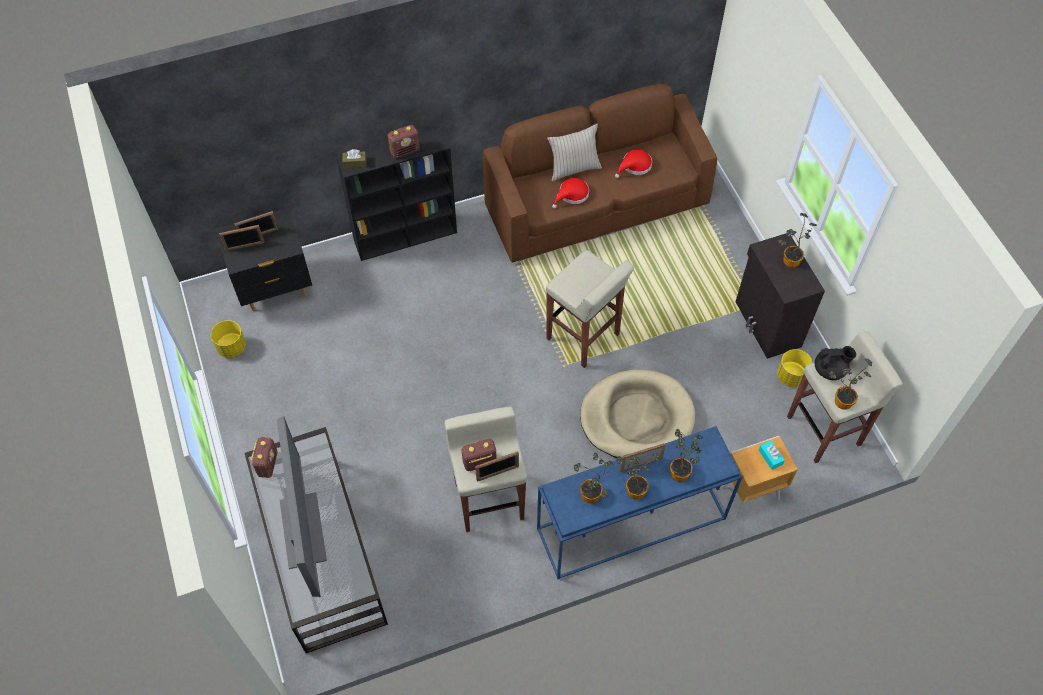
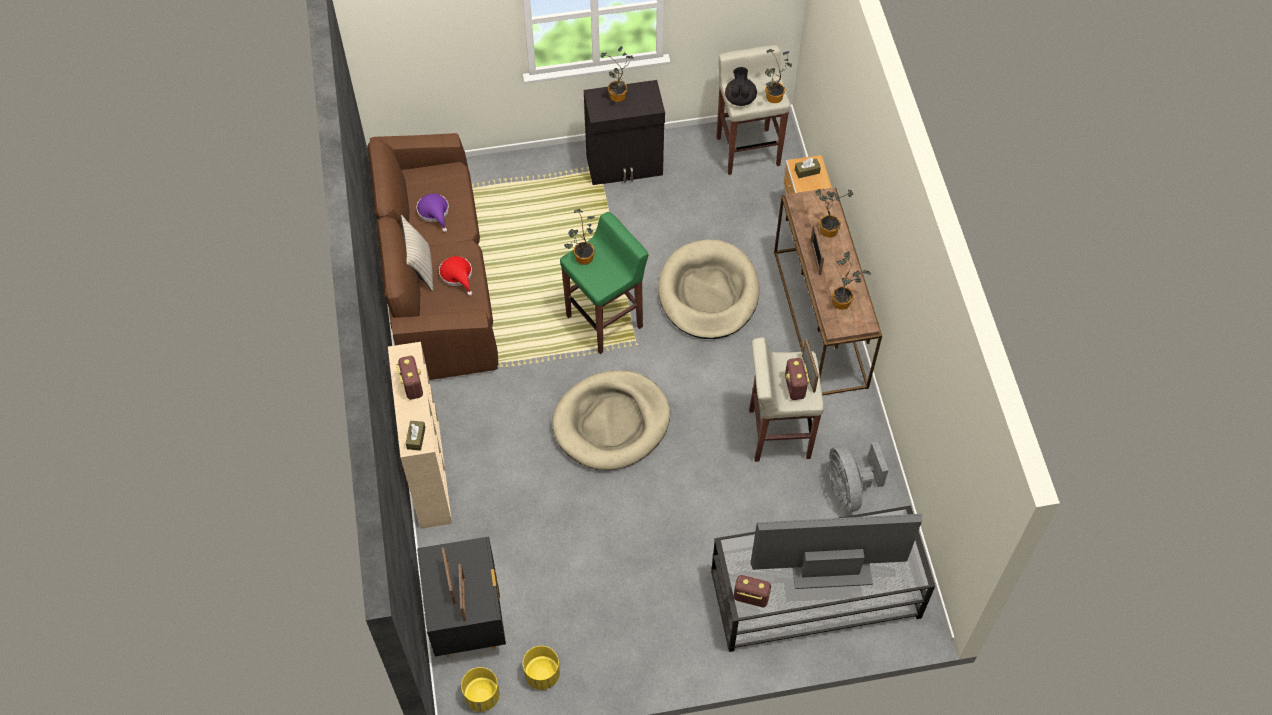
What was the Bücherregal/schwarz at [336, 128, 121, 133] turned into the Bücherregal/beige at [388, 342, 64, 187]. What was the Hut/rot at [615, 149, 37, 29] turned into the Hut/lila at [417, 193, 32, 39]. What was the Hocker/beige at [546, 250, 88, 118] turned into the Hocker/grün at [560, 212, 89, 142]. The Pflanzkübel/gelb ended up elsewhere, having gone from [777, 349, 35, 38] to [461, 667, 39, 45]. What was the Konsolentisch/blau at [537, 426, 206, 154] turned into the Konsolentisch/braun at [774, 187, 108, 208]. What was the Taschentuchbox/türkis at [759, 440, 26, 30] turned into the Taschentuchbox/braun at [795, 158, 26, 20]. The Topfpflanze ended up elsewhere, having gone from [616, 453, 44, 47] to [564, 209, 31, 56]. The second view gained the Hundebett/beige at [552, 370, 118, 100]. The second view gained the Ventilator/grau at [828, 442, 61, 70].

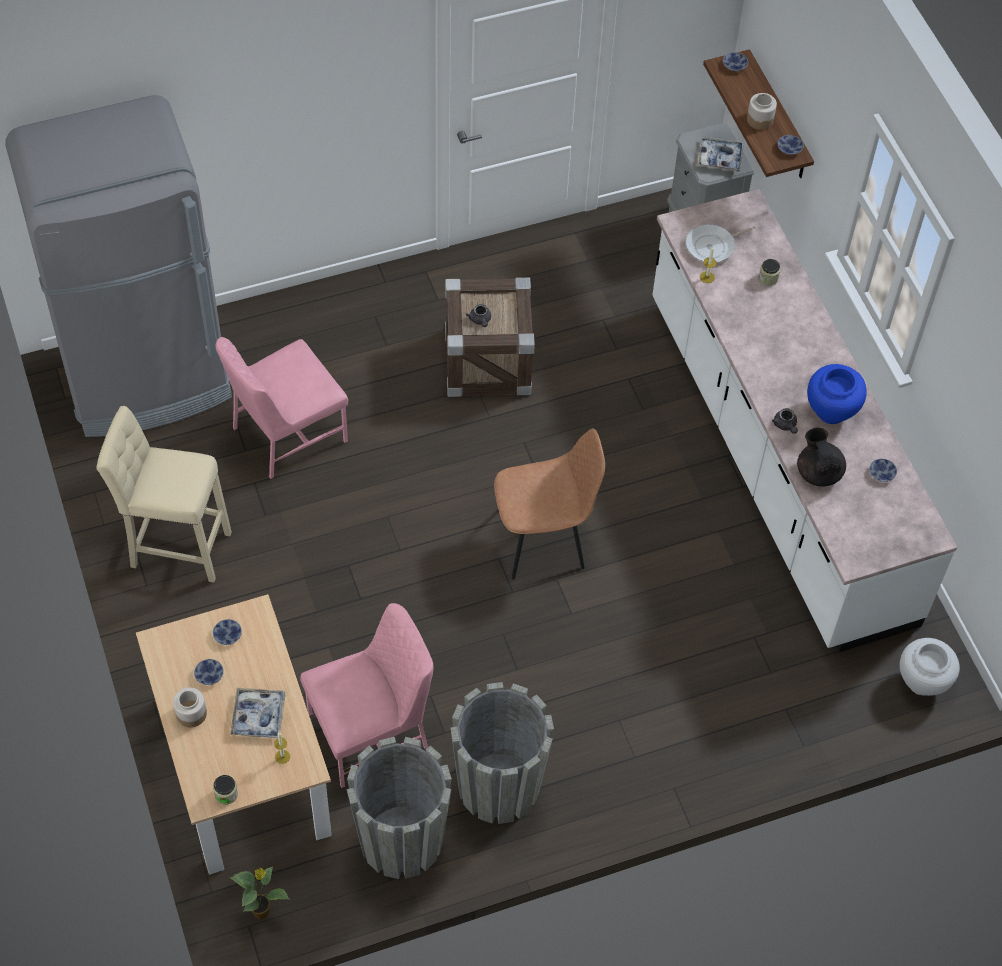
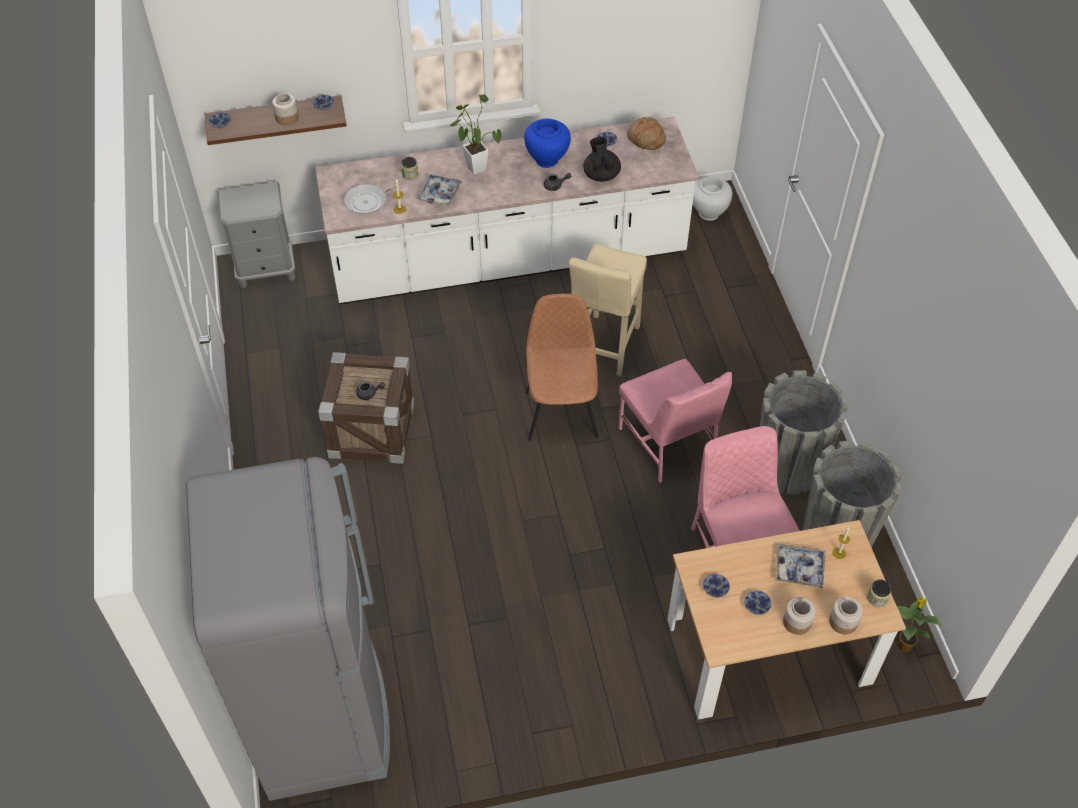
The Tablett ended up elsewhere, having gone from [697, 137, 47, 35] to [416, 174, 46, 32]. The Pfanne at [686, 224, 70, 39] ended up facing another way, 75 degrees clockwise from before. The Stuhl/rosa ended up elsewhere, having gone from [215, 337, 133, 142] to [618, 359, 114, 124]. The Hocker/beige ended up elsewhere, having gone from [96, 406, 136, 177] to [569, 244, 78, 132]. The Teekanne/schwarz at [797, 427, 49, 60] ended up facing another way, 90 degrees clockwise from before. The second view gained the Topfpflanze at [450, 94, 51, 80]. The second view gained the Brot at [627, 117, 39, 33]. The second view gained the Vorratsglas at [829, 597, 34, 37].

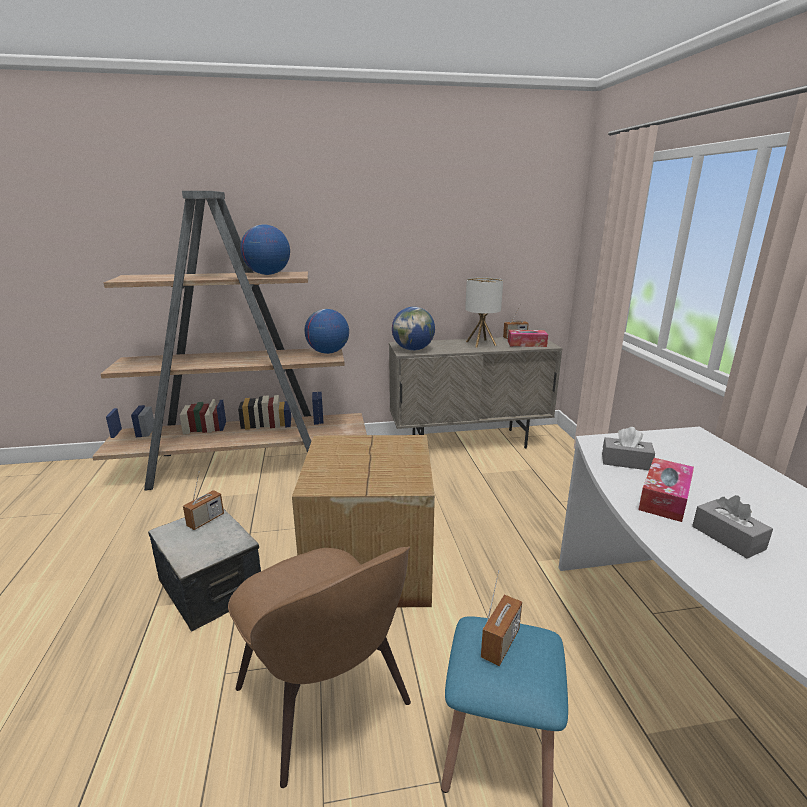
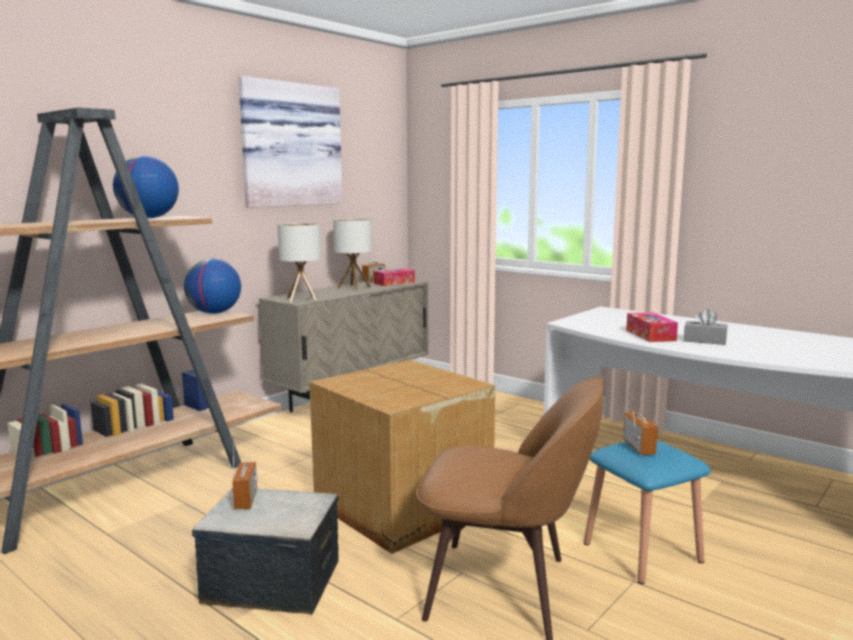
Where the Globus stood at [392, 307, 43, 44], the Tischlampe came to stand at [277, 223, 44, 79]. The second view lost the Taschentuchbox/grau at [602, 427, 53, 43]. The second view gained the Bild at [238, 76, 104, 132].

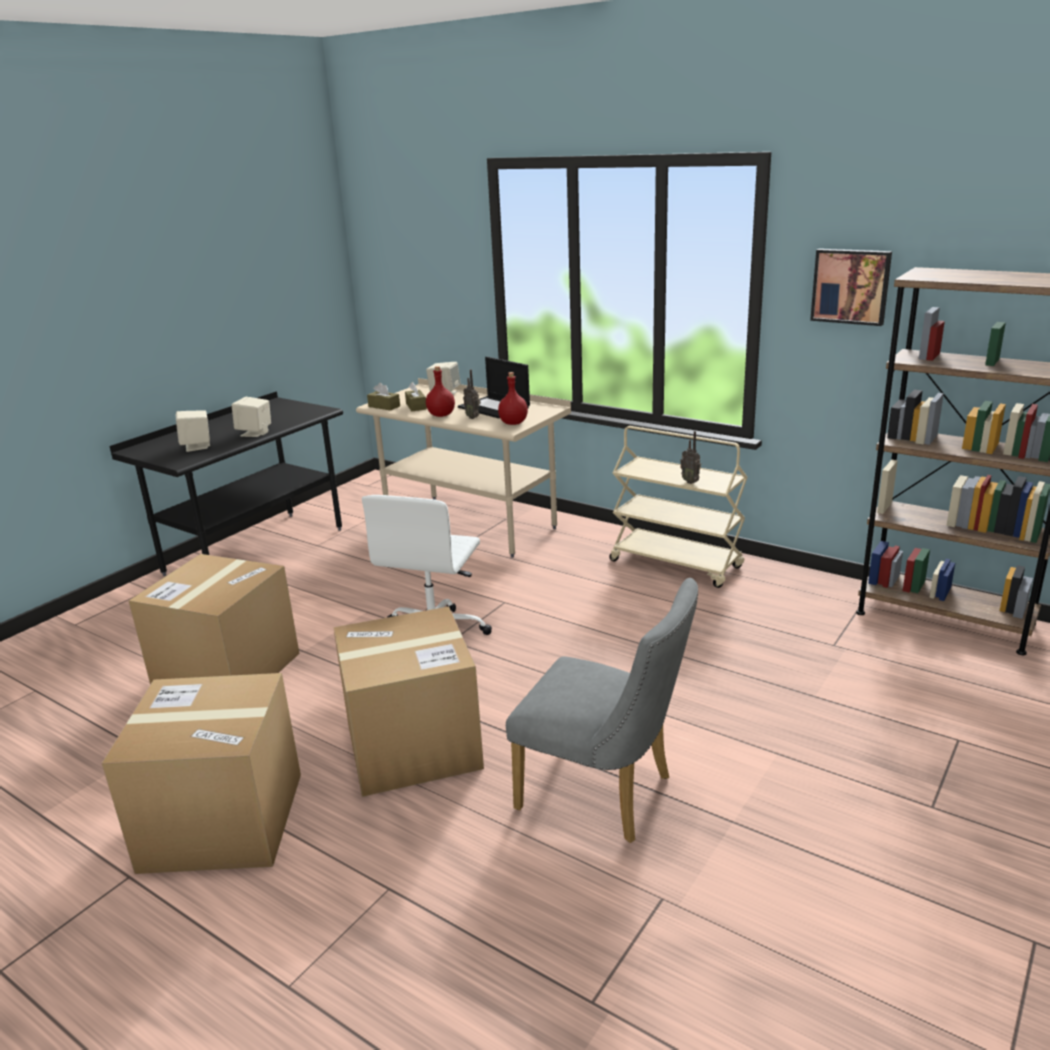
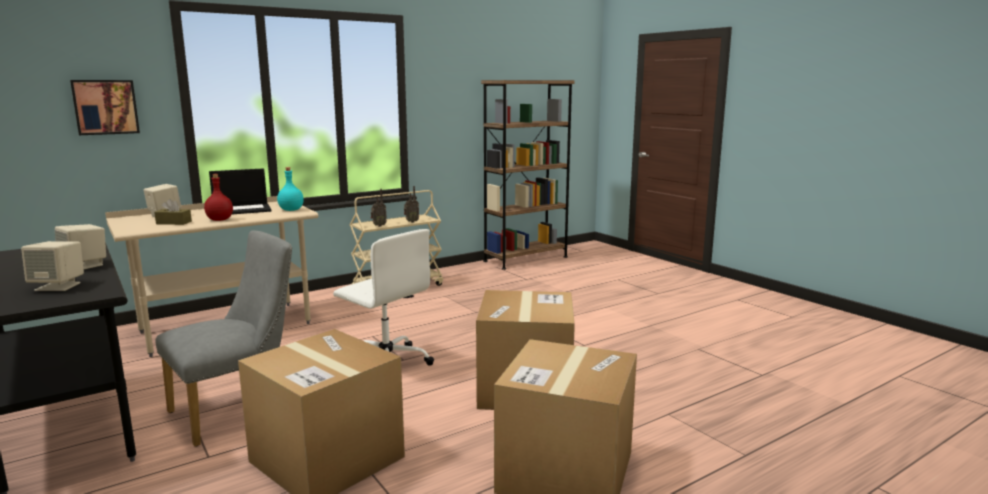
The Bild ended up elsewhere, having gone from [810, 249, 82, 77] to [70, 80, 70, 55]. The Radio ended up elsewhere, having gone from [463, 369, 18, 50] to [371, 189, 16, 38]. What was the Flasche/rot at [498, 372, 30, 53] turned into the Flasche/türkis at [277, 167, 27, 44]. The second view lost the Taschentuchbox/braun at [367, 383, 33, 28]. The Stuhl/grau ended up elsewhere, having gone from [506, 578, 192, 265] to [155, 231, 137, 216].

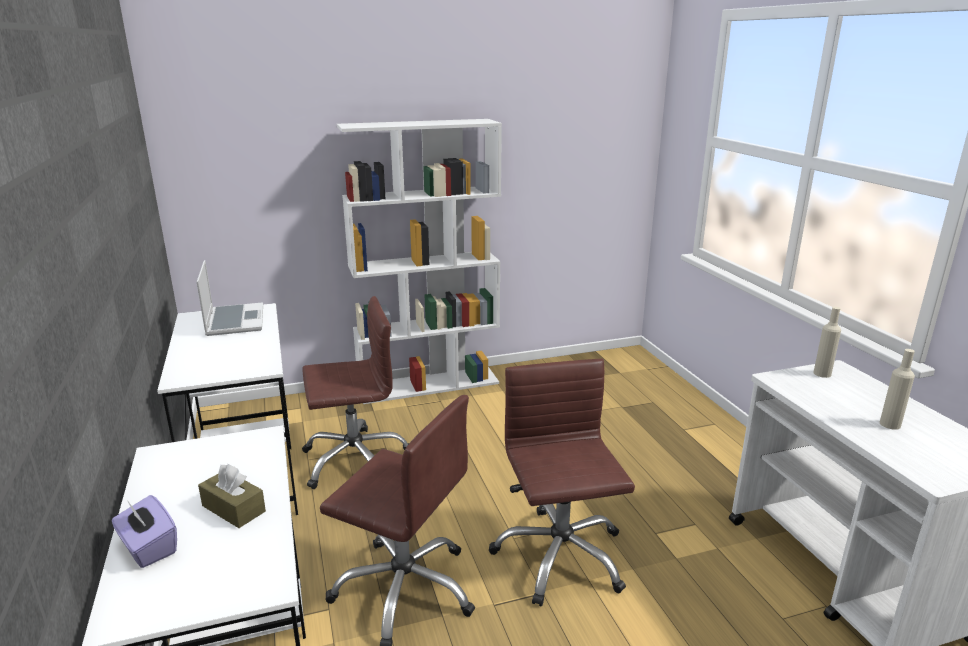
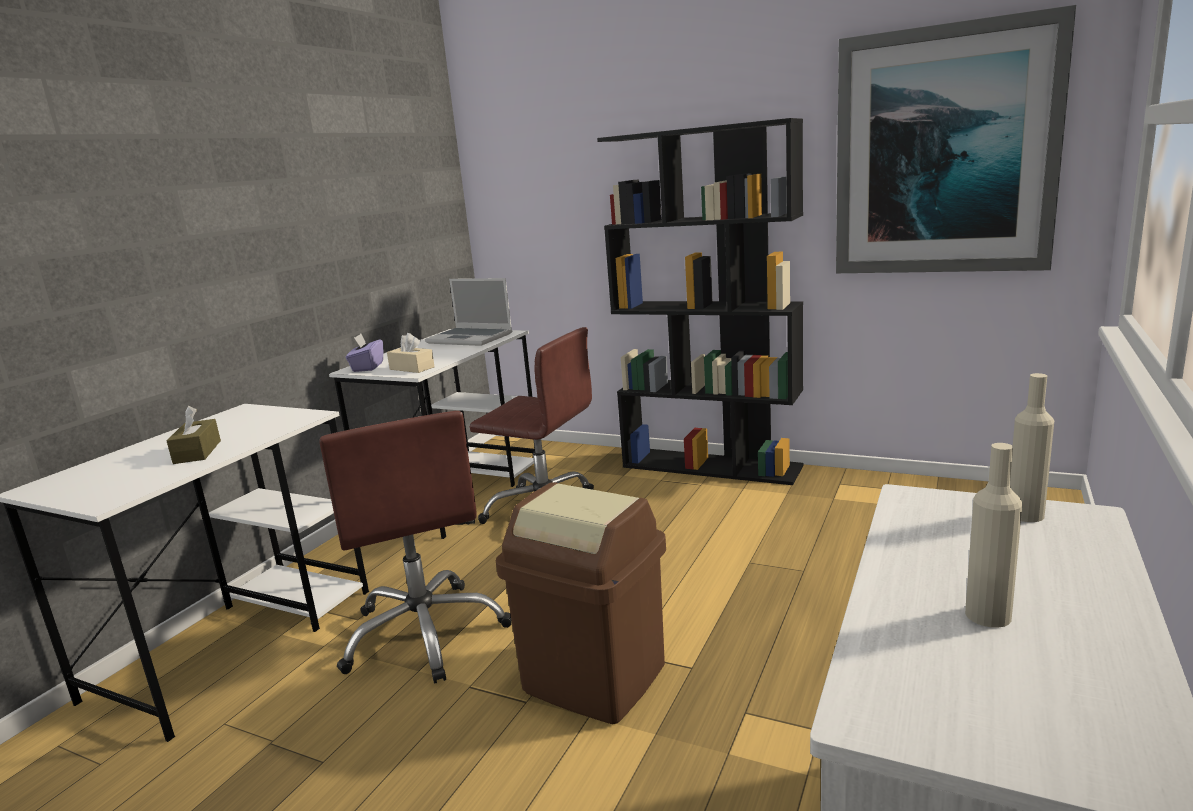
What was the Bücherregal/weiß at [337, 119, 165, 285] turned into the Bücherregal/schwarz at [597, 118, 206, 367]. The Laptop at [196, 260, 67, 76] ended up facing another way, 90 degrees clockwise from before. Where the Bürostuhl/braun stood at [489, 359, 146, 247], the Mülleimer/braun came to stand at [496, 482, 170, 242]. The Taschentuchbox/lila ended up elsewhere, having gone from [112, 495, 65, 73] to [346, 334, 37, 38]. The second view gained the Bild at [836, 5, 240, 268]. The second view gained the Taschentuchbox/beige at [387, 333, 48, 40].

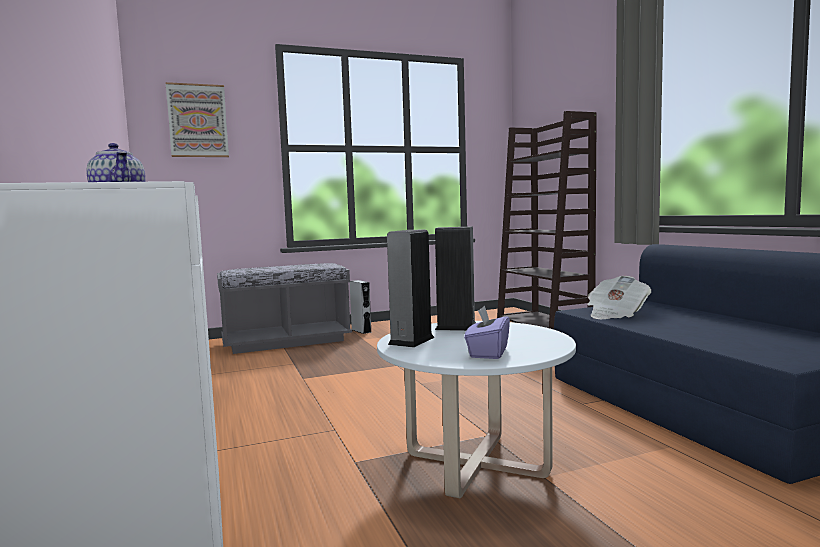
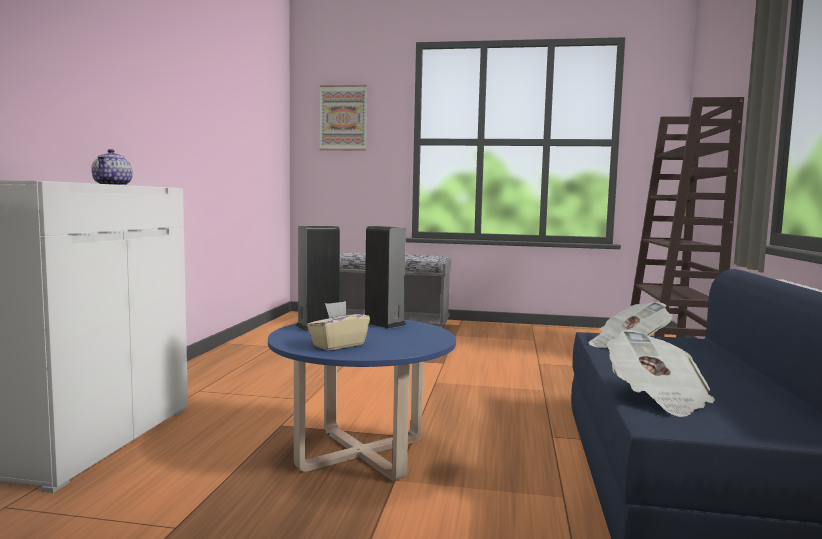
The second view lost the Lautsprecher/grau at [350, 280, 21, 54]. What was the Taschentuchbox/lila at [464, 305, 46, 54] turned into the Taschentuchbox/beige at [307, 301, 63, 50]. What was the Couchtisch/weiß at [377, 321, 199, 177] turned into the Couchtisch/blau at [268, 320, 188, 161]. The second view gained the Zeitung at [607, 330, 108, 87].

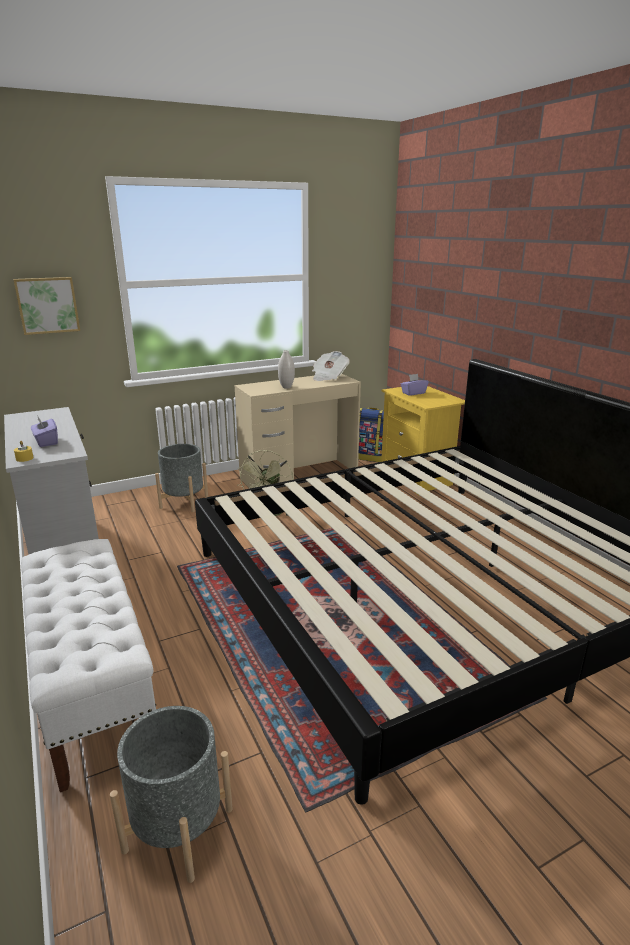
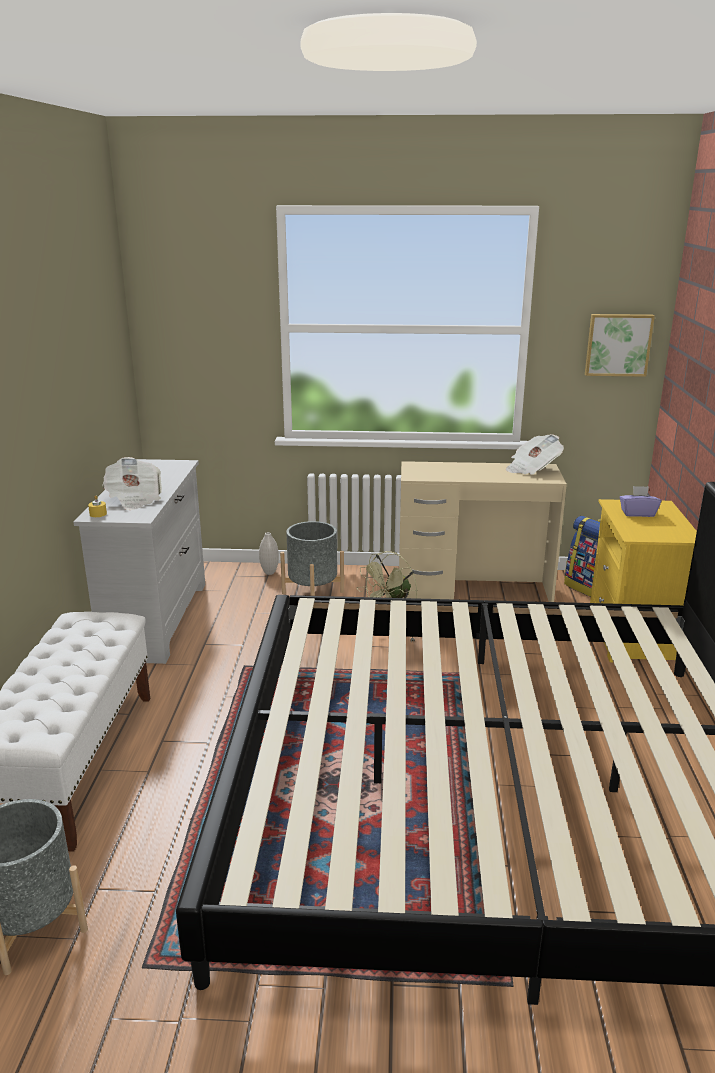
The Bild ended up elsewhere, having gone from [13, 277, 67, 58] to [585, 314, 70, 63]. The Vase/weiß ended up elsewhere, having gone from [278, 350, 17, 39] to [259, 532, 20, 43]. Where the Taschentuchbox/lila stood at [31, 415, 27, 32], the Zeitung came to stand at [102, 457, 60, 53].

